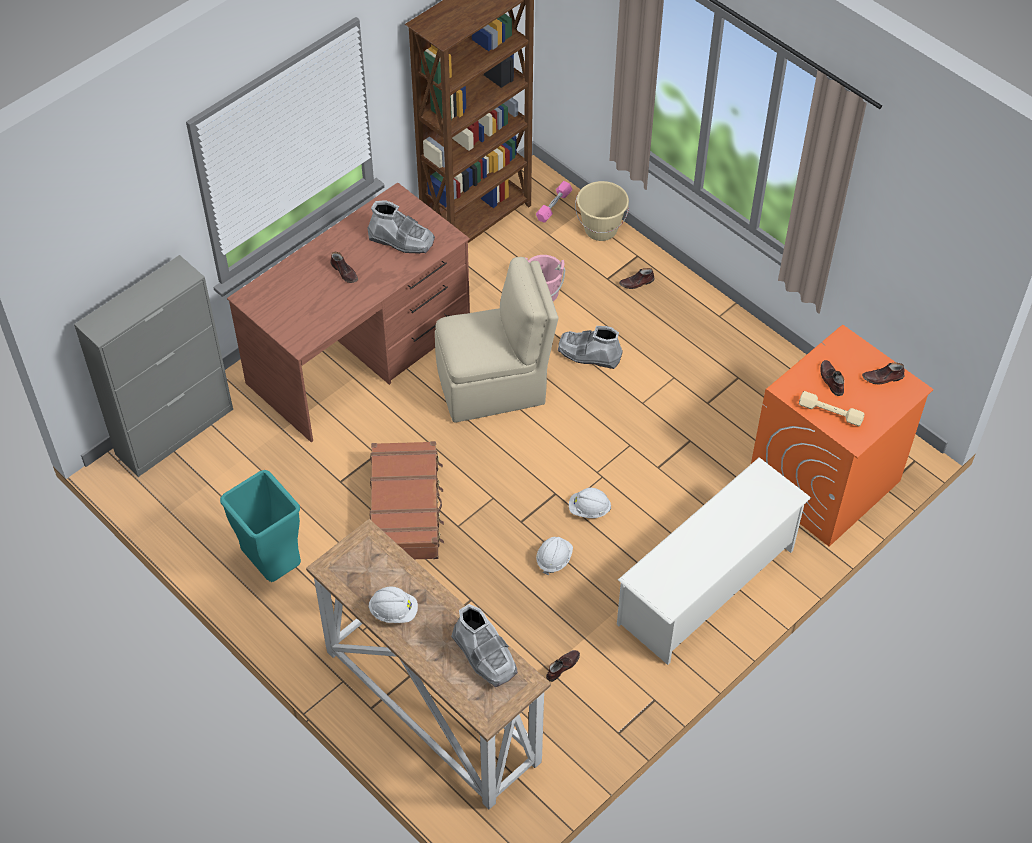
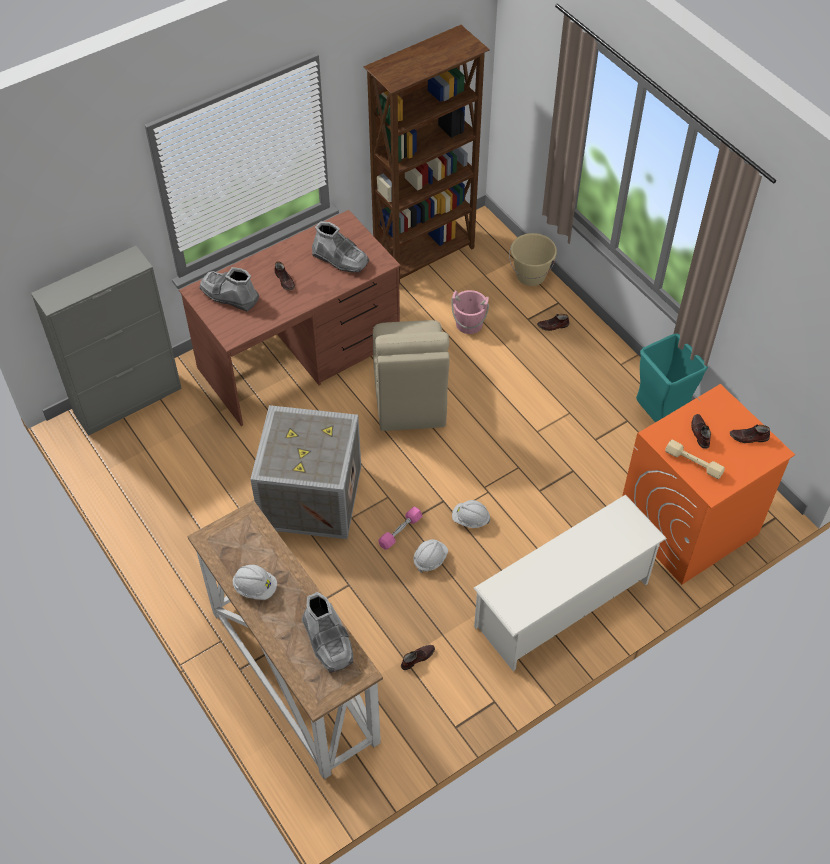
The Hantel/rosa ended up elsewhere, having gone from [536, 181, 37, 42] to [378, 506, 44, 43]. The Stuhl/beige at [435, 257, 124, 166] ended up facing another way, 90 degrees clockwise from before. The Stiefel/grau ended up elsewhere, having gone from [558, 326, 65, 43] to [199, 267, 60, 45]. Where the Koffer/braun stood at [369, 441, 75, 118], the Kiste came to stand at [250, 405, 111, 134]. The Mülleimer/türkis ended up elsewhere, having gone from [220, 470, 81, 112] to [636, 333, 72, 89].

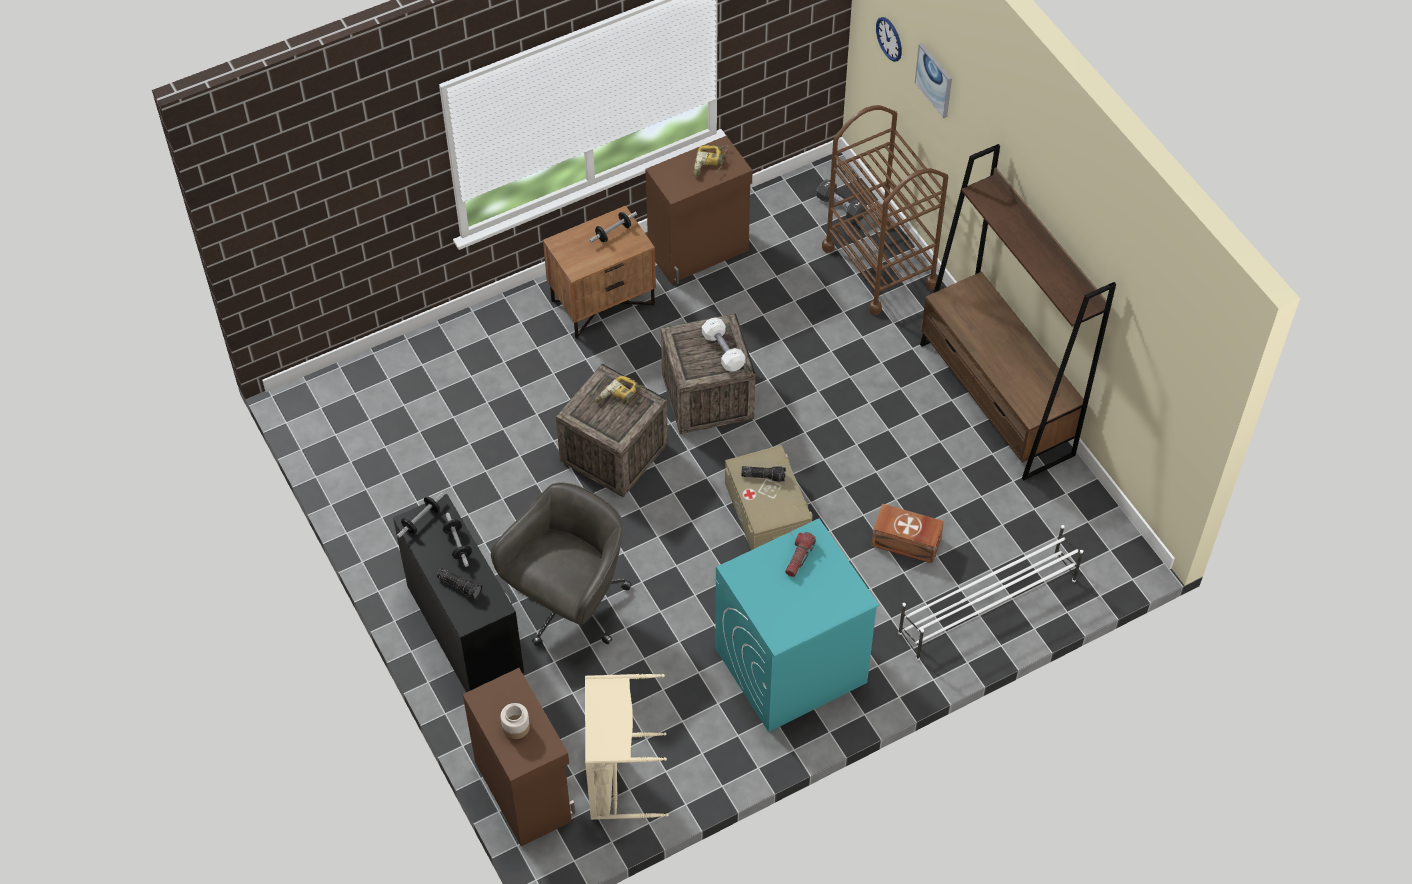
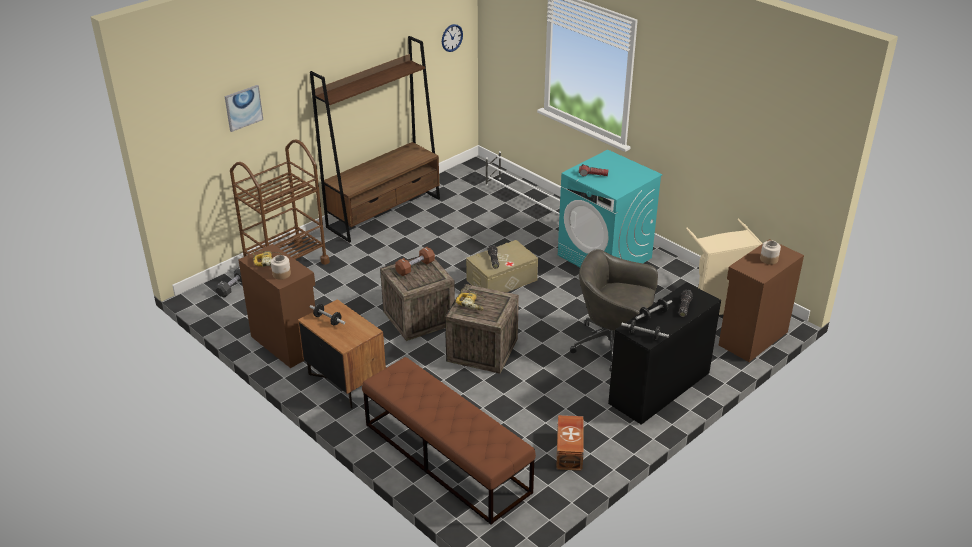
The Wanduhr ended up elsewhere, having gone from [876, 17, 26, 45] to [442, 24, 21, 28]. What was the Hantel/weiß at [702, 318, 44, 54] turned into the Hantel/braun at [395, 247, 40, 29]. The Aufbewahrungsbox/braun ended up elsewhere, having gone from [871, 504, 73, 60] to [556, 415, 28, 56]. The second view gained the Vorratsglas at [271, 255, 20, 25]. The second view gained the Bank/braun at [362, 357, 174, 168].

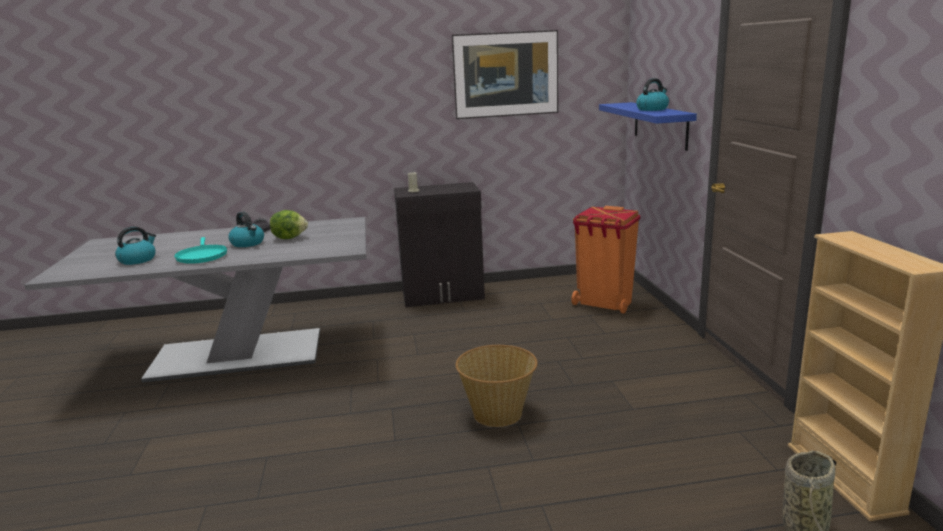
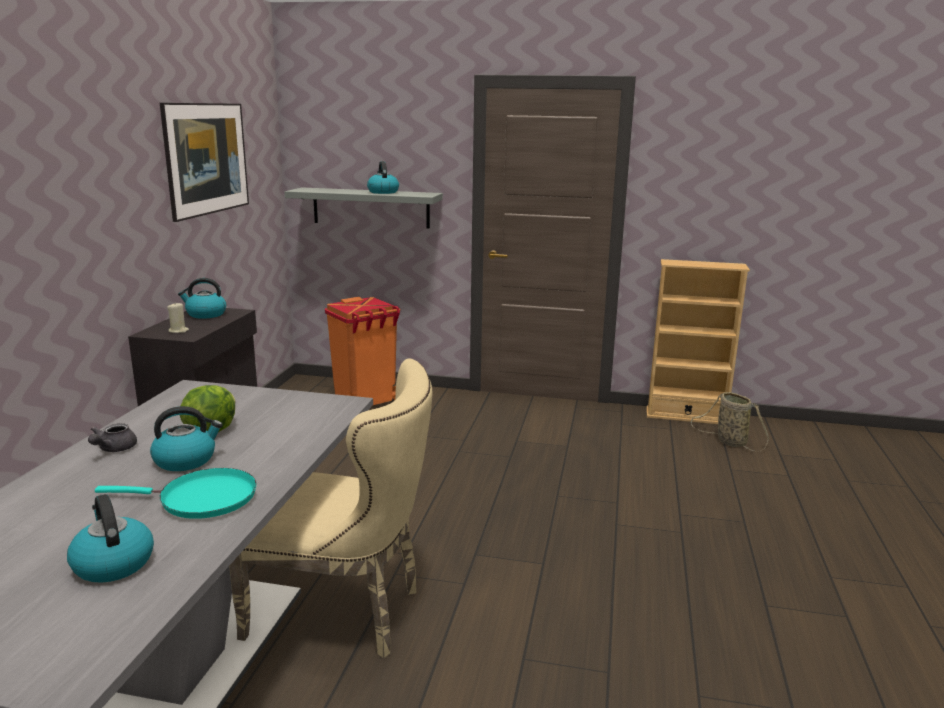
What was the Wandregal/blau at [599, 102, 98, 49] turned into the Wandregal/grau at [285, 187, 158, 42]. The second view lost the Korb at [456, 345, 82, 82]. The second view gained the Wasserkessel at [178, 278, 48, 41]. The second view gained the Stuhl/beige at [229, 358, 203, 300].

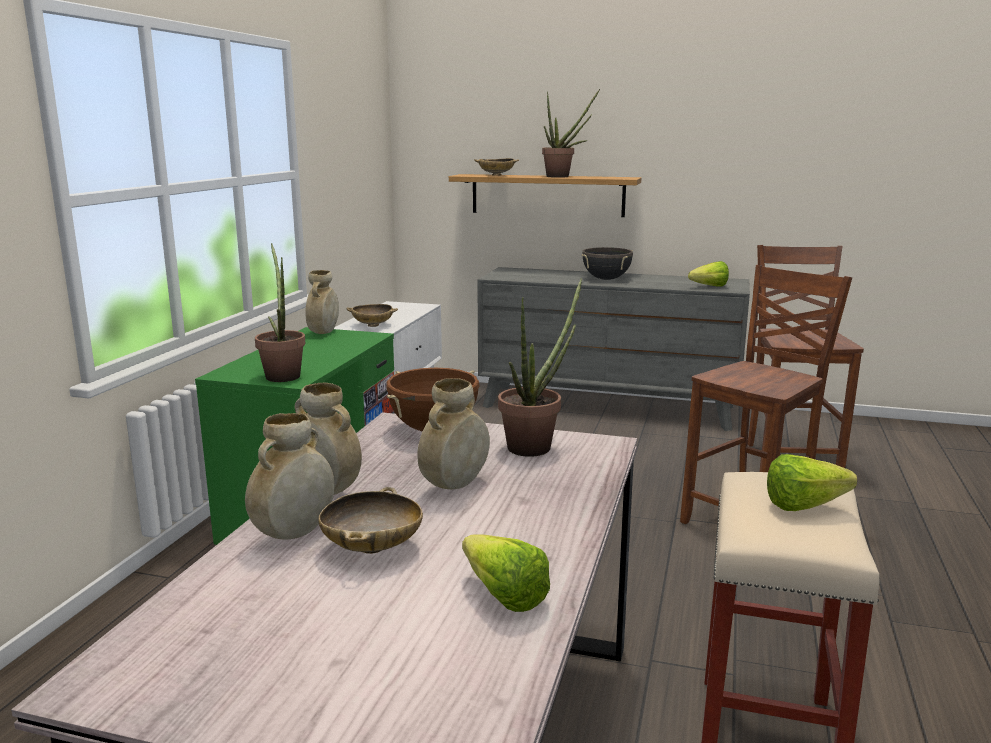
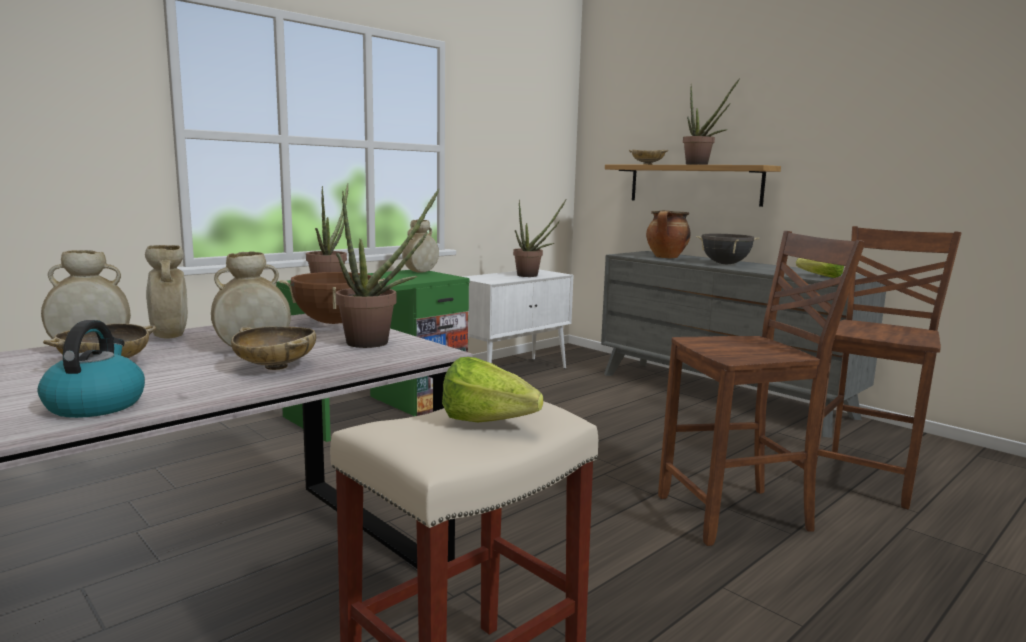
The Schüssel/beige ended up elsewhere, having gone from [346, 304, 52, 23] to [231, 326, 85, 44]. Where the Salatkopf stood at [462, 534, 88, 78], the Wasserkessel came to stand at [38, 320, 107, 98]. The second view gained the Topfpflanze at [513, 200, 53, 77]. The second view gained the Kochtopf at [646, 210, 44, 48].

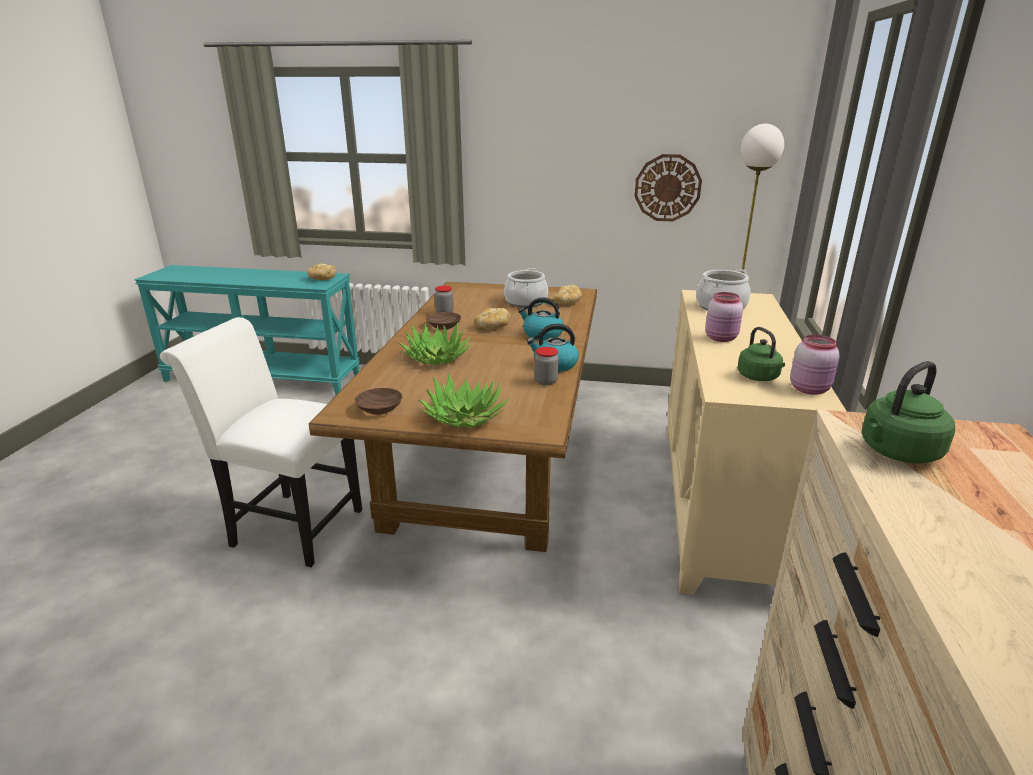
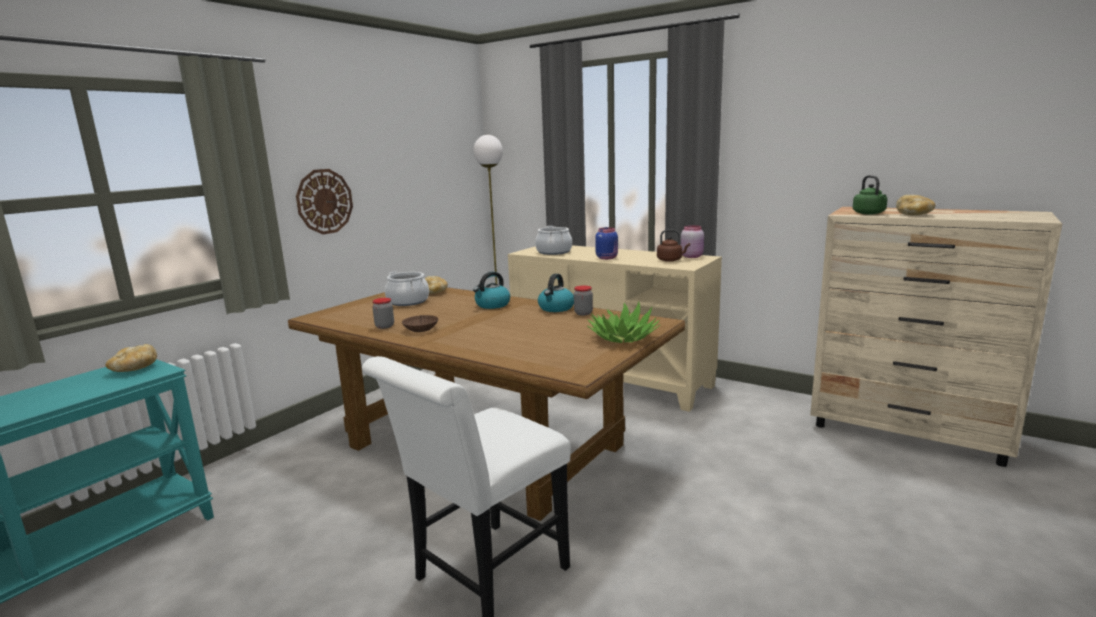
The Wanduhr ended up elsewhere, having gone from [634, 154, 68, 67] to [296, 169, 57, 65]. What was the Vorratsglas/rosa at [705, 292, 38, 50] turned into the Vorratsglas/blau at [595, 227, 23, 33]. The Brot ended up elsewhere, having gone from [474, 308, 36, 21] to [896, 195, 39, 20]. The second view lost the Topfpflanze at [399, 322, 74, 43]. What was the Wasserkessel/grün at [737, 327, 48, 54] turned into the Wasserkessel/braun at [657, 230, 33, 32]. The second view lost the Schüssel/braun at [355, 388, 47, 27].

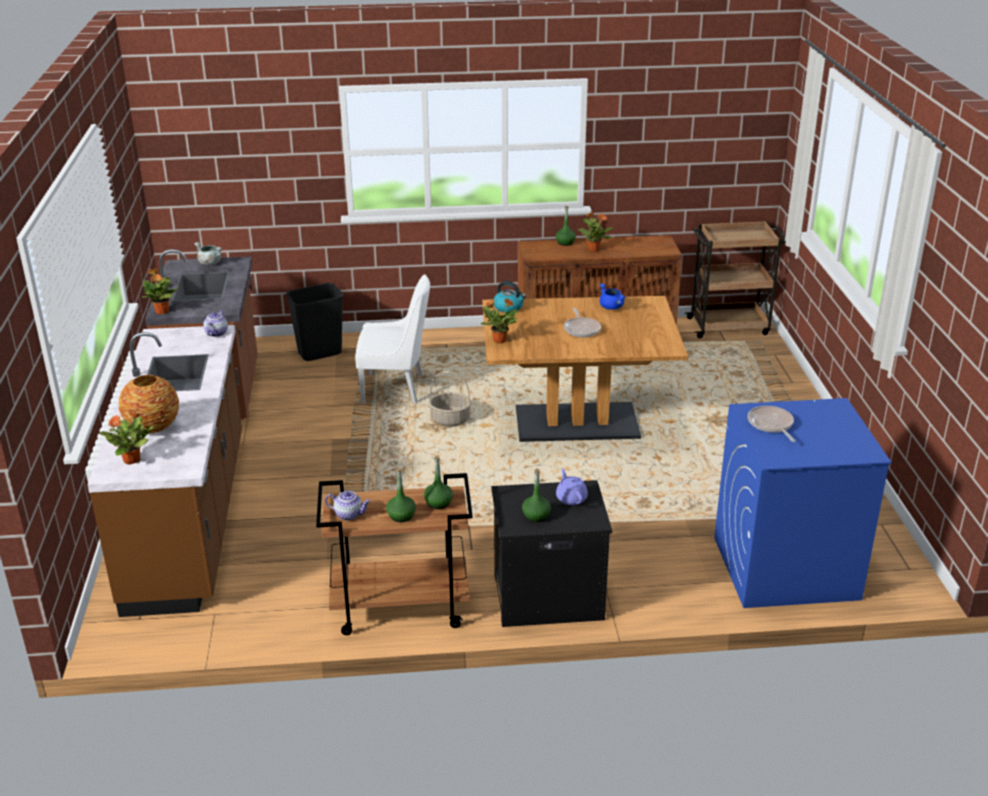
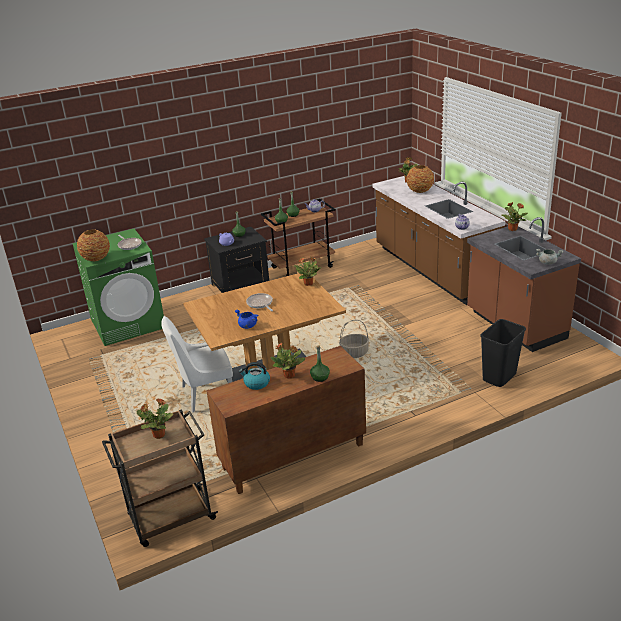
The Stuhl/weiß ended up elsewhere, having gone from [355, 274, 75, 130] to [161, 316, 72, 97]. The Wasserkessel ended up elsewhere, having gone from [494, 281, 32, 32] to [239, 362, 31, 28]. What was the Waschmaschine/blau at [714, 398, 177, 210] turned into the Waschmaschine/grün at [72, 229, 92, 117]. The second view gained the Vase at [77, 229, 33, 33]. The second view gained the Topfpflanze at [137, 399, 36, 40].

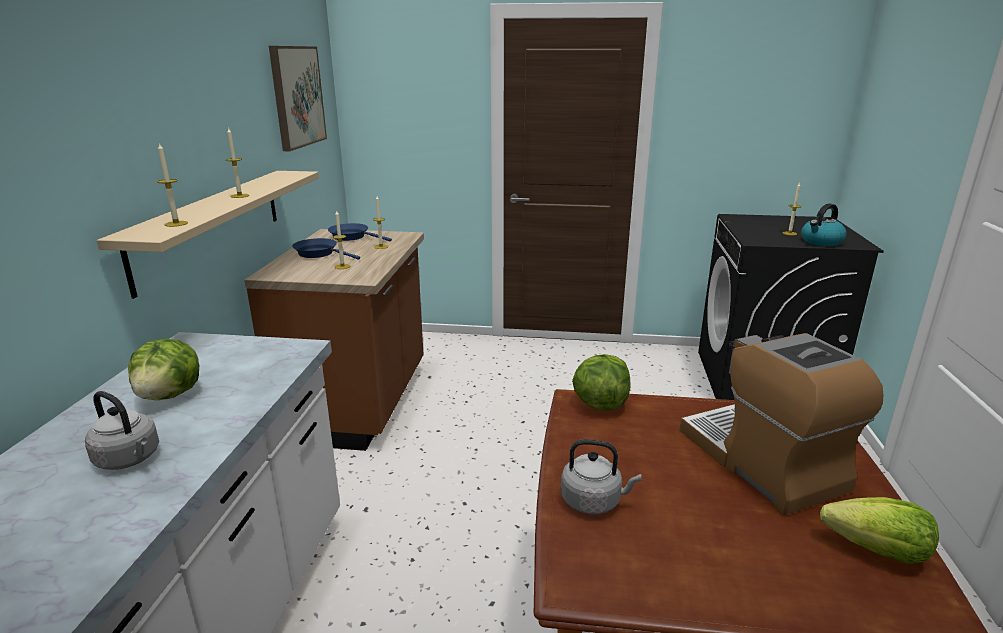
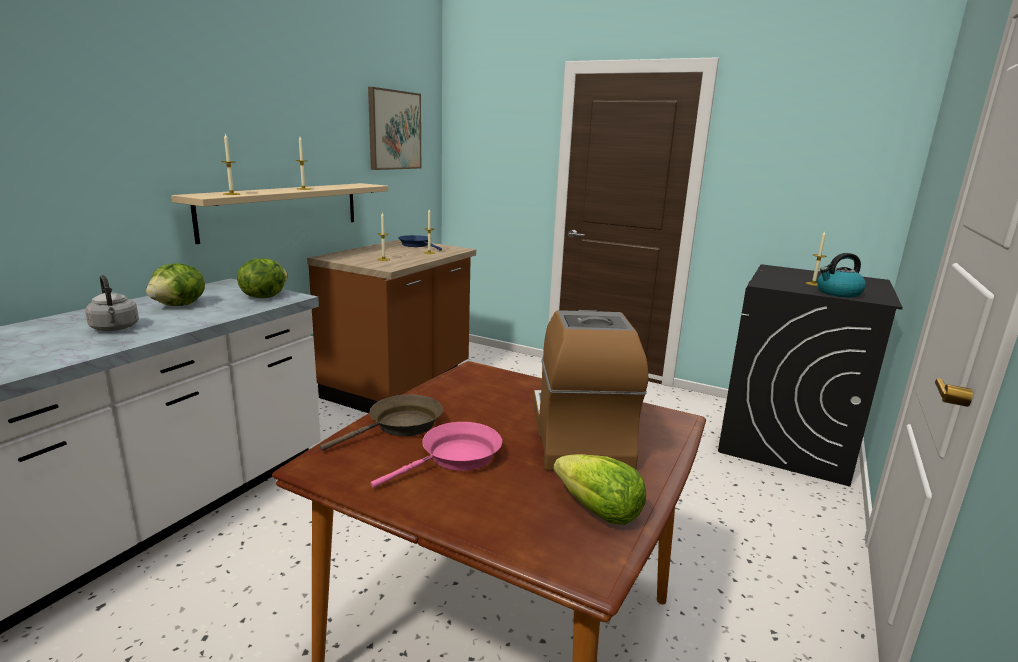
The second view lost the Pfanne/blau at [292, 238, 68, 22]. The Salatkopf ended up elsewhere, having gone from [572, 354, 59, 57] to [237, 258, 51, 40]. Where the Wasserkessel/grau stood at [561, 439, 81, 75], the Pfanne/braun came to stand at [320, 395, 123, 56]. The second view gained the Pfanne/rosa at [371, 422, 131, 66].

